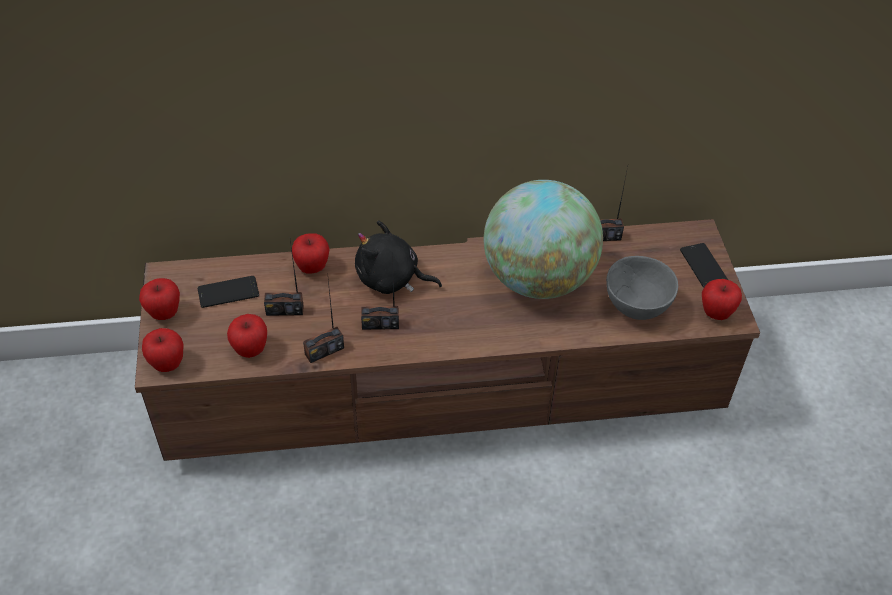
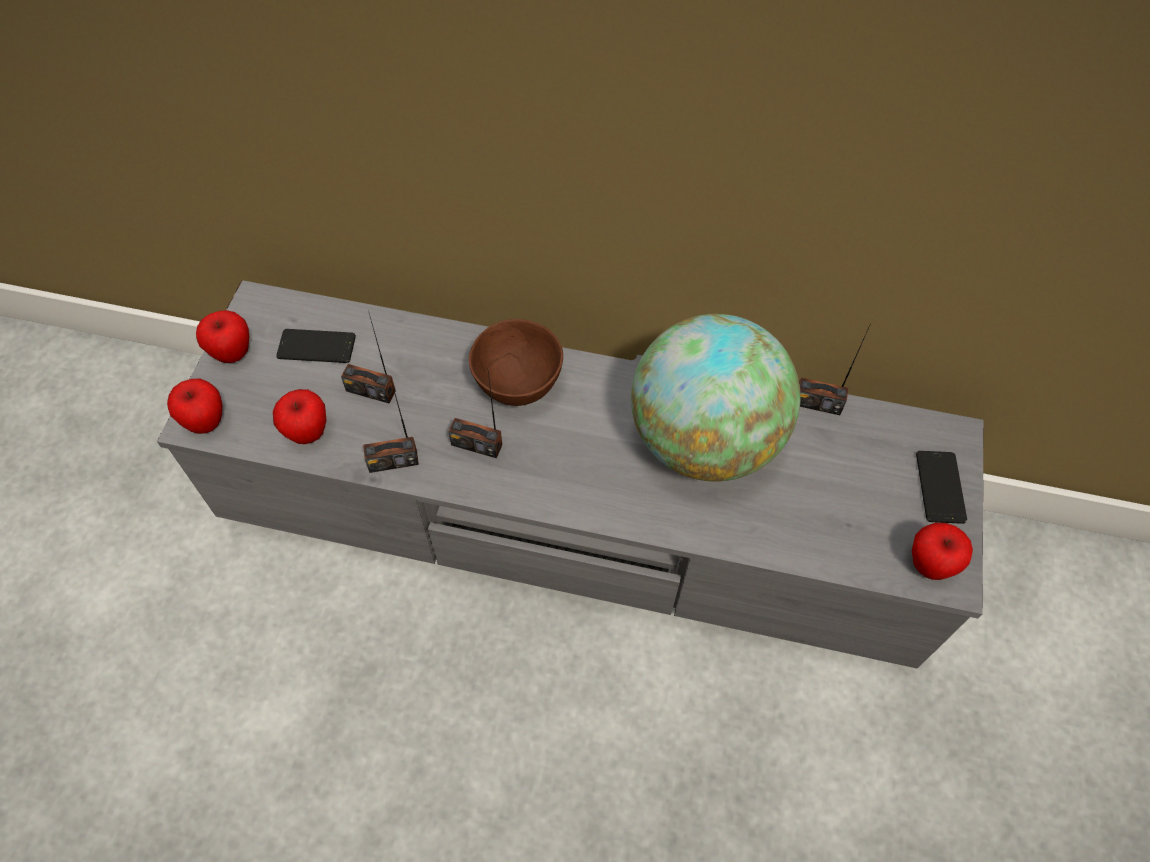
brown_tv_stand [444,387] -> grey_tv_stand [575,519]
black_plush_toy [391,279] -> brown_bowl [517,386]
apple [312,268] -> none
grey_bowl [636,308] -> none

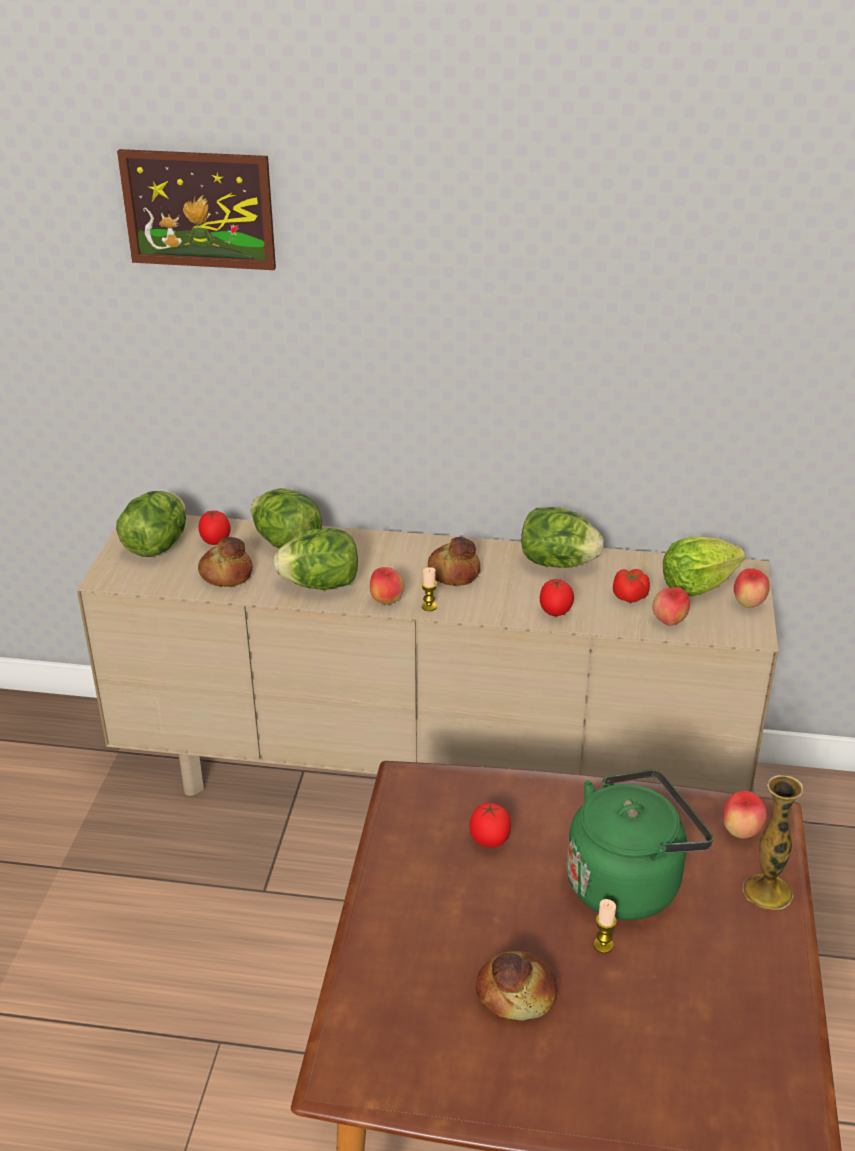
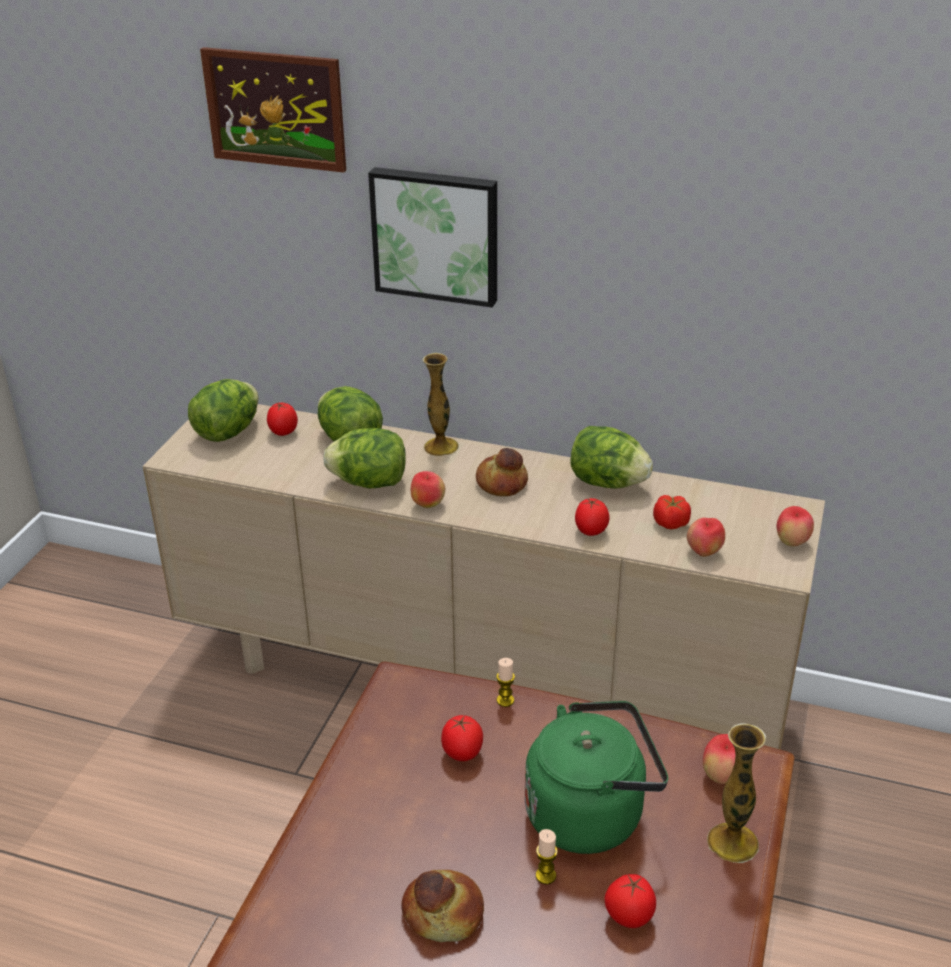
lettuce [697,585] -> none
bread [225,574] -> none
candle [429,606] -> candle [505,700], move
none -> picture [436,235]
none -> vase [441,447]
none -> tomato [628,916]

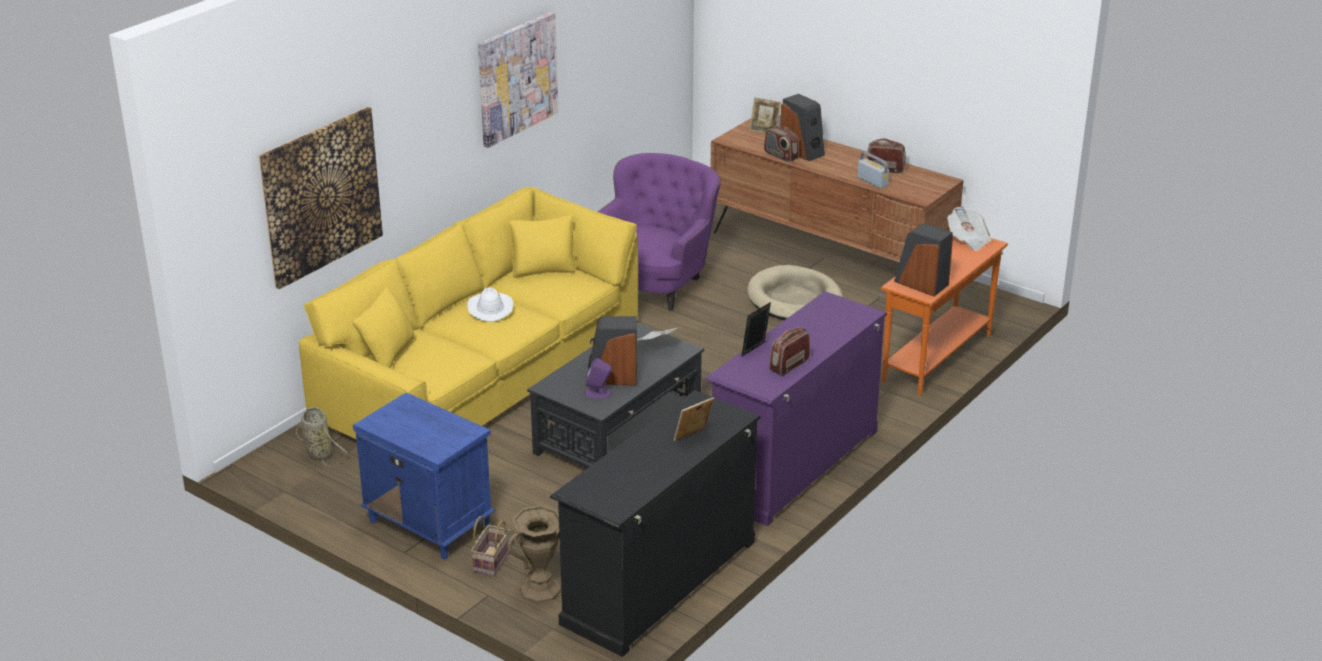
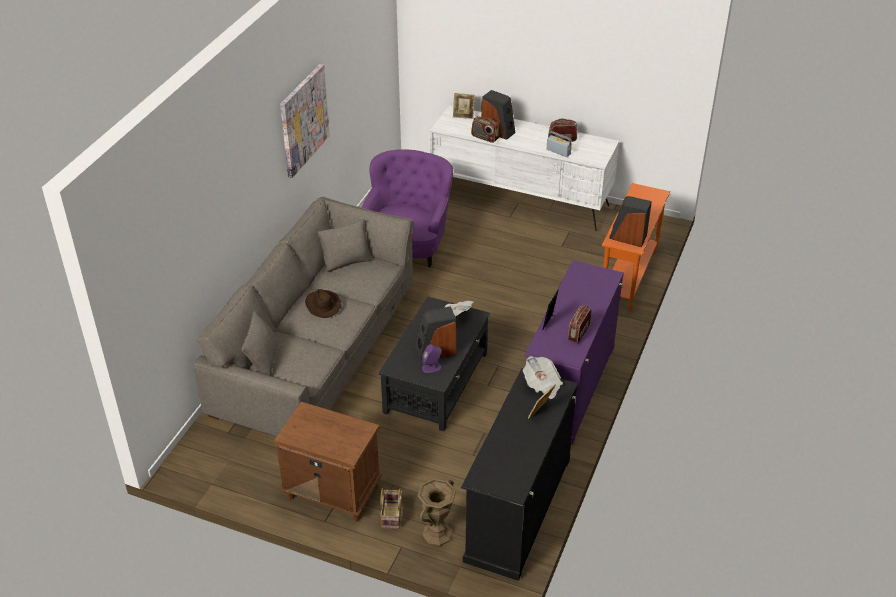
picture [321,196] -> none
brown_tv_stand [830,254] -> white_tv_stand [521,199]
yellow_sofa [483,374] -> grey_sofa [317,348]
newspaper [968,240] -> newspaper [542,385], move
beige_dog_bed [795,300] -> none
white_hat [490,308] -> brown_hat [322,305]
blue_nightstand [428,524] -> brown_nightstand [331,492]
basket [318,452] -> none

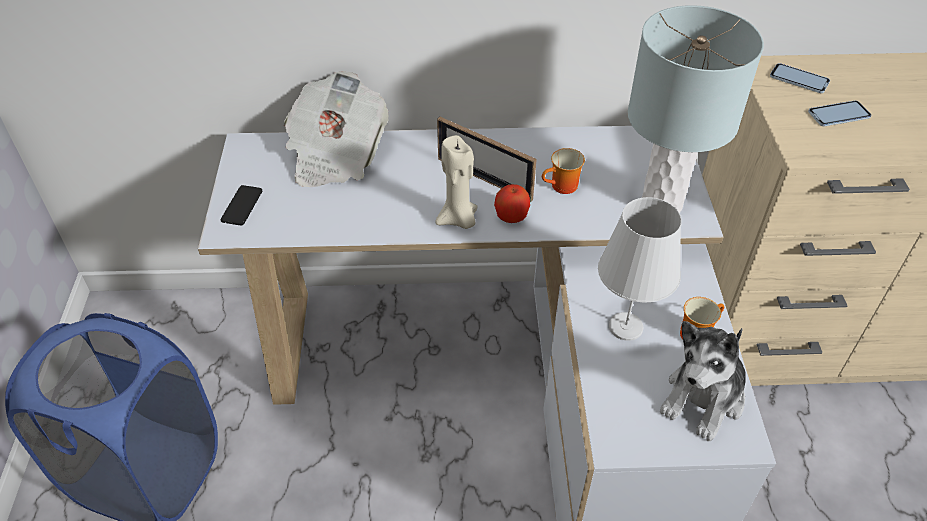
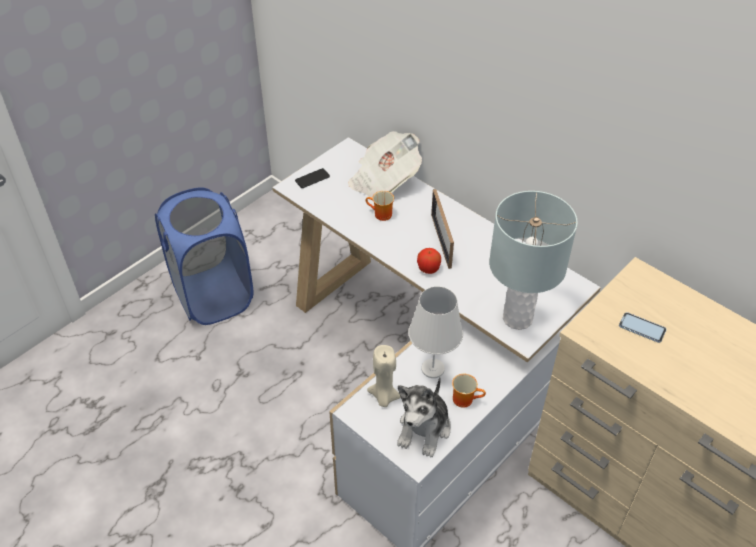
phone [799,79] -> none
beige_candle [458,220] -> beige_candle [384,397], move
mug [562,187] -> mug [380,215], move
plush_toy [703,398] -> plush_toy [424,429], 60 degrees counterclockwise

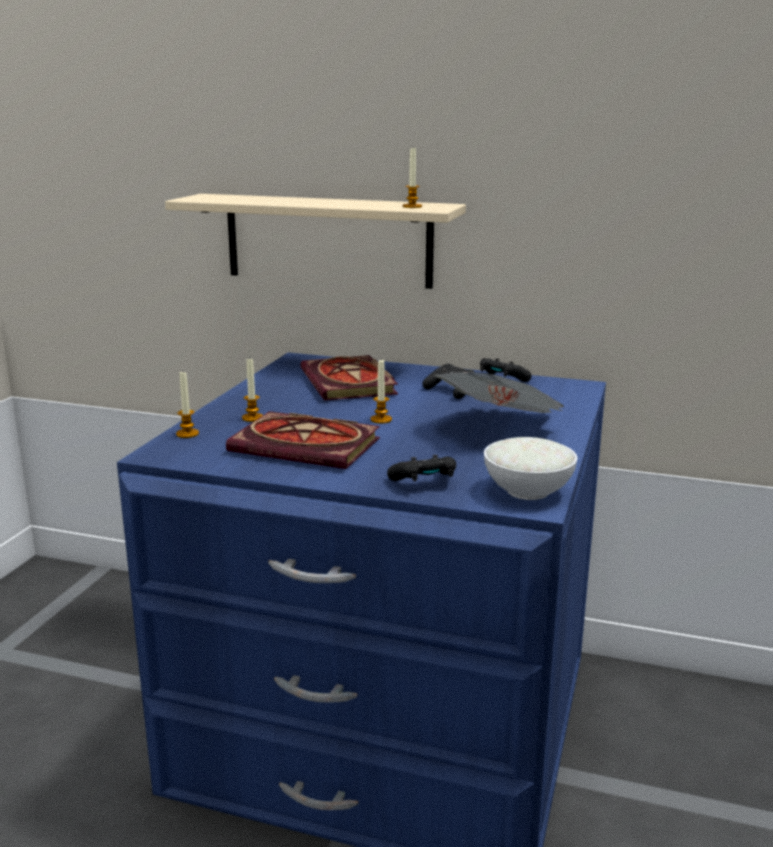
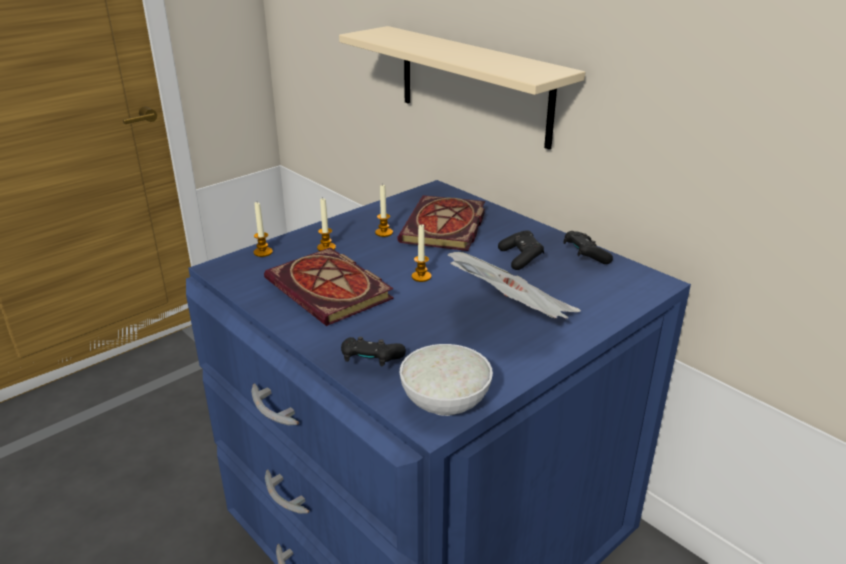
candle [412,206] -> candle [384,233], move

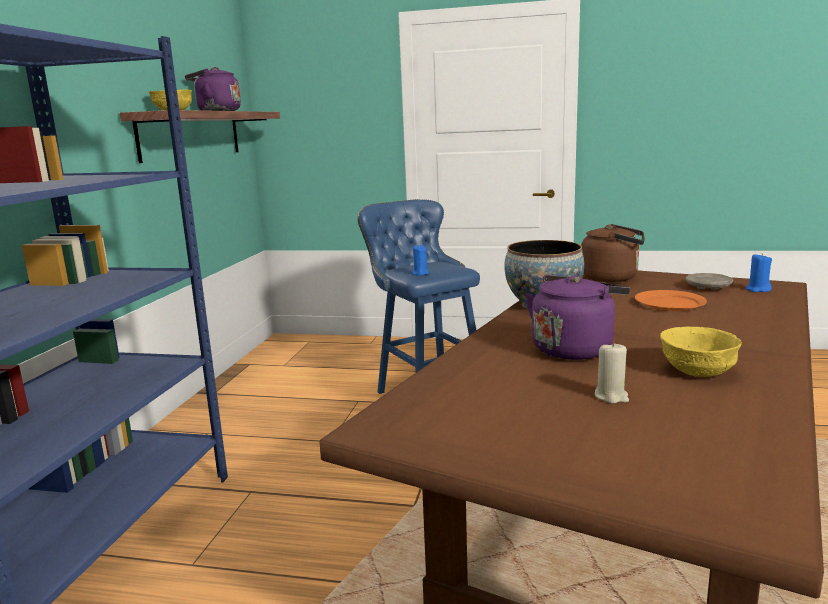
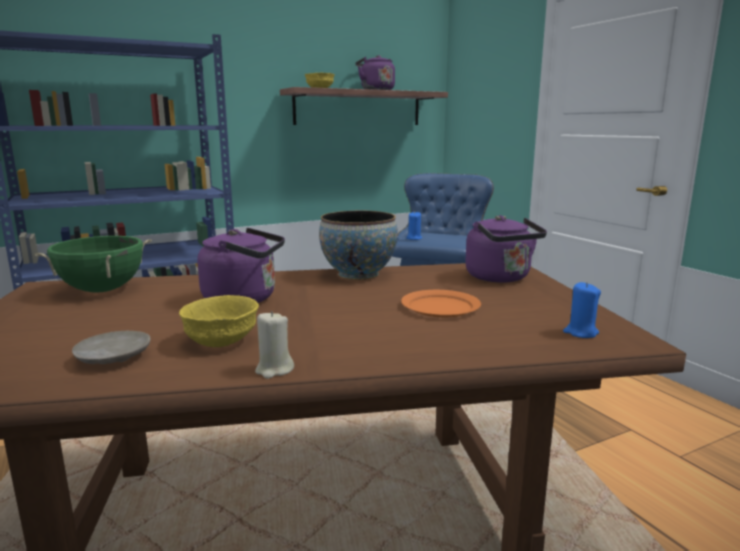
brown_kettle [613,278] -> purple_kettle [500,278]
beige_plate [708,287] -> beige_plate [113,358], move
beige_candle [611,396] -> beige_candle [274,370], move
none -> green_cooking_pot [102,290]

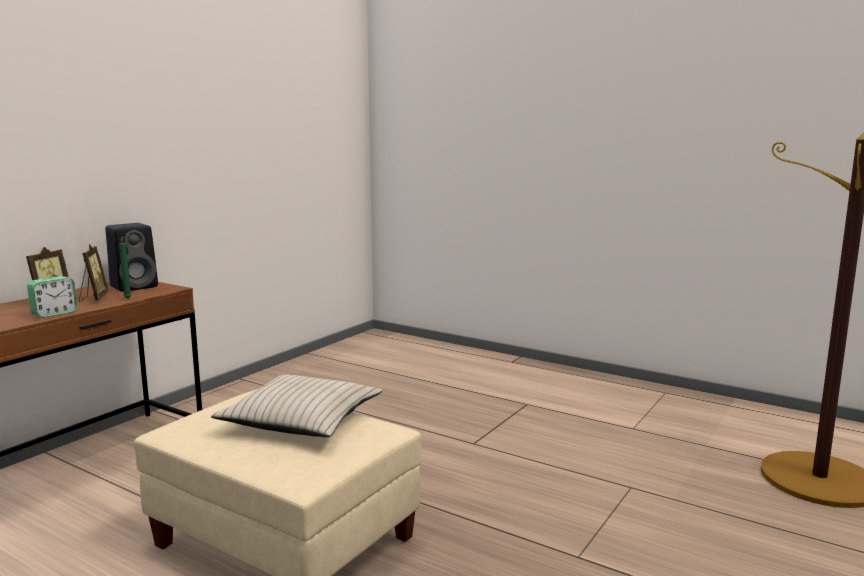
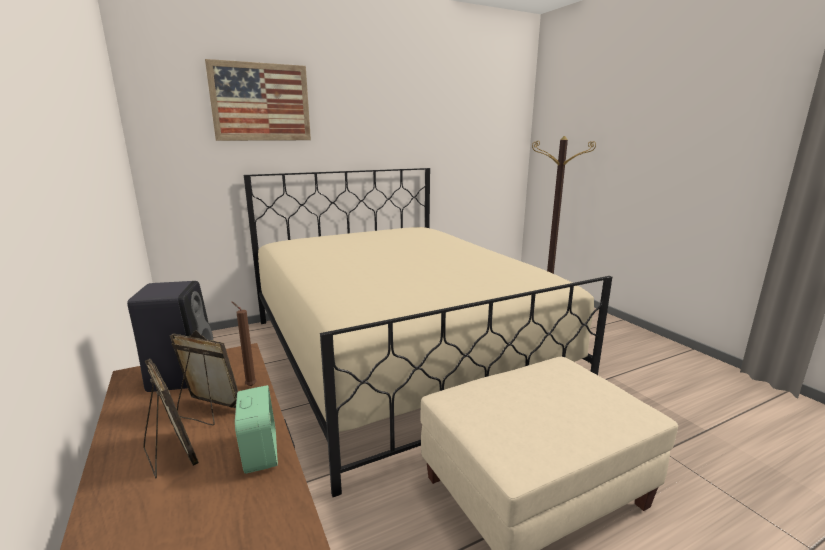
green_candle [128,298] -> brown_candle [249,385]
beige_pillow [301,420] -> none
none -> picture [261,102]
none -> beige_bed [398,355]

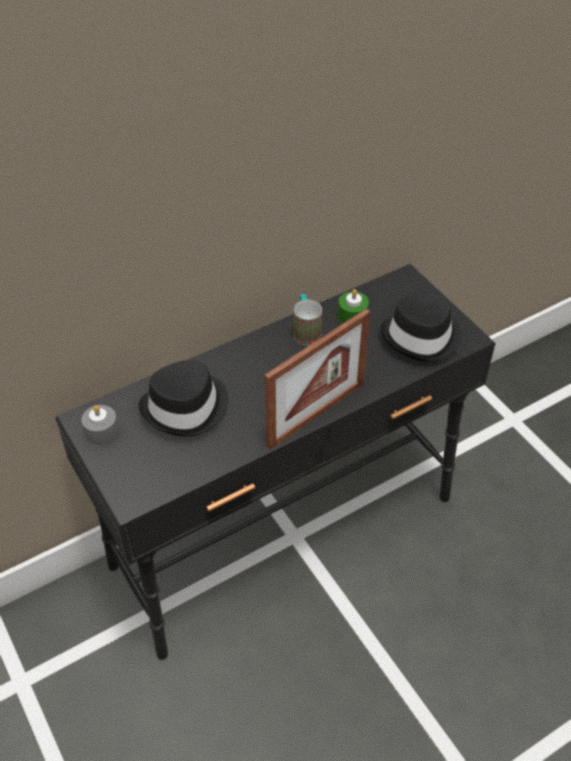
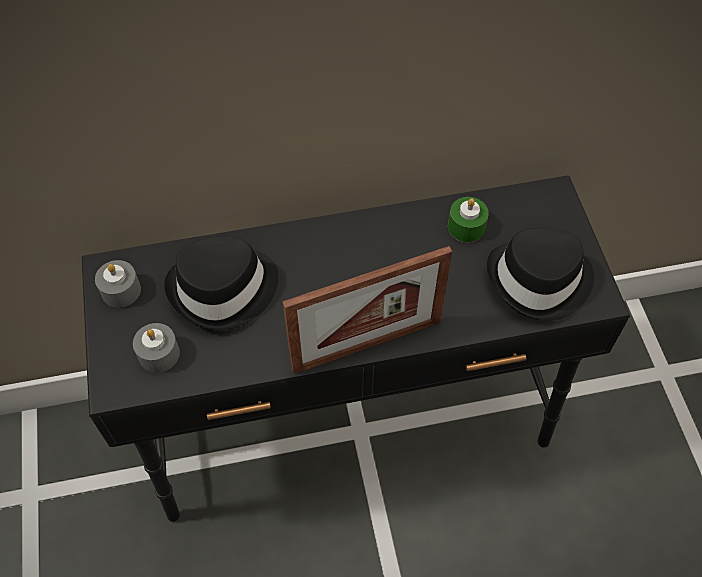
mug [306,331] -> none
none -> grey_candle [159,354]

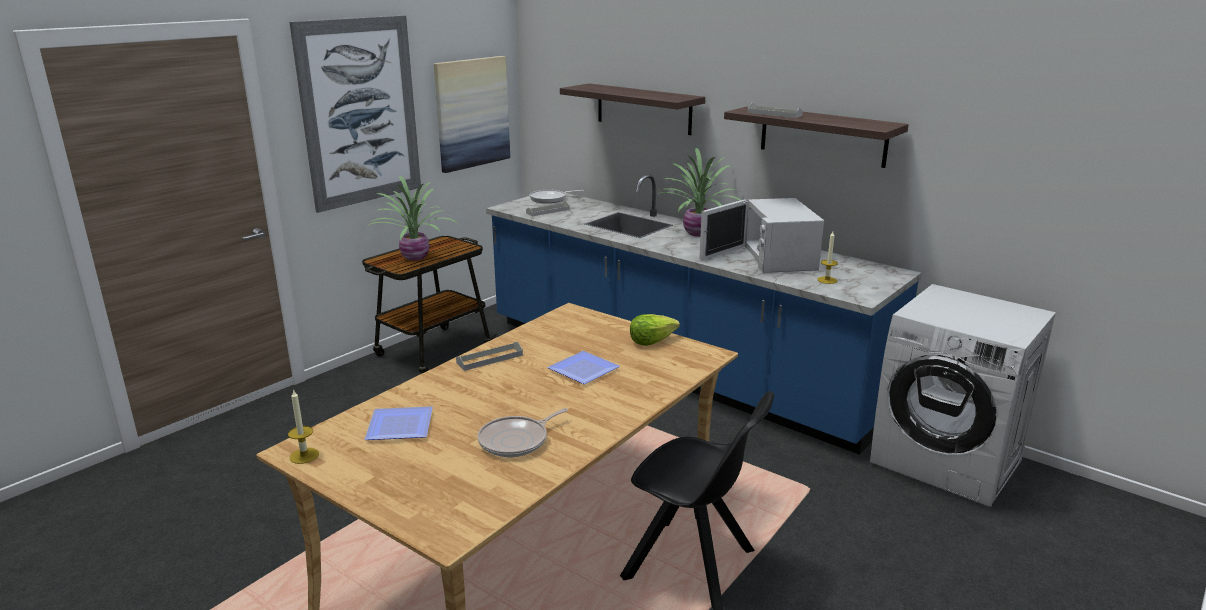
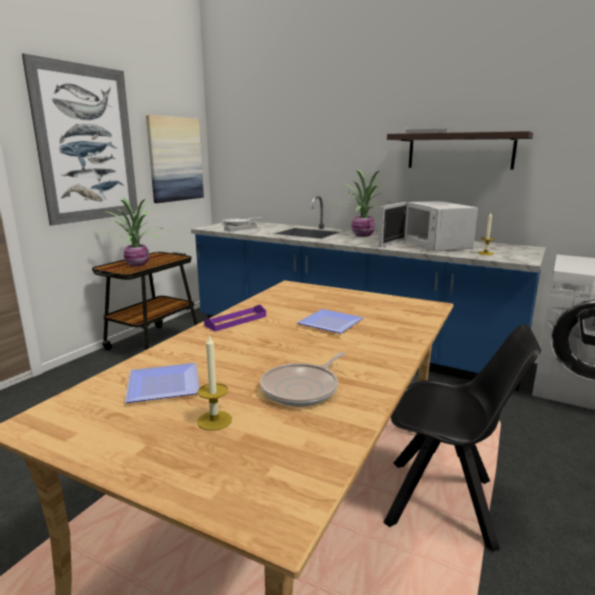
shelf [643,108] -> none
lettuce [651,341] -> none
grey_tray [489,359] -> purple_tray [236,321]
candle [304,455] -> candle [214,420], move

